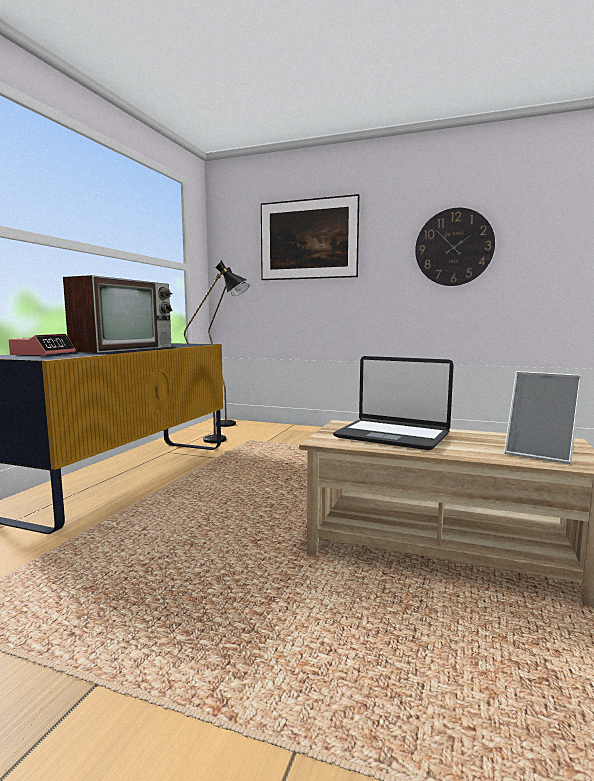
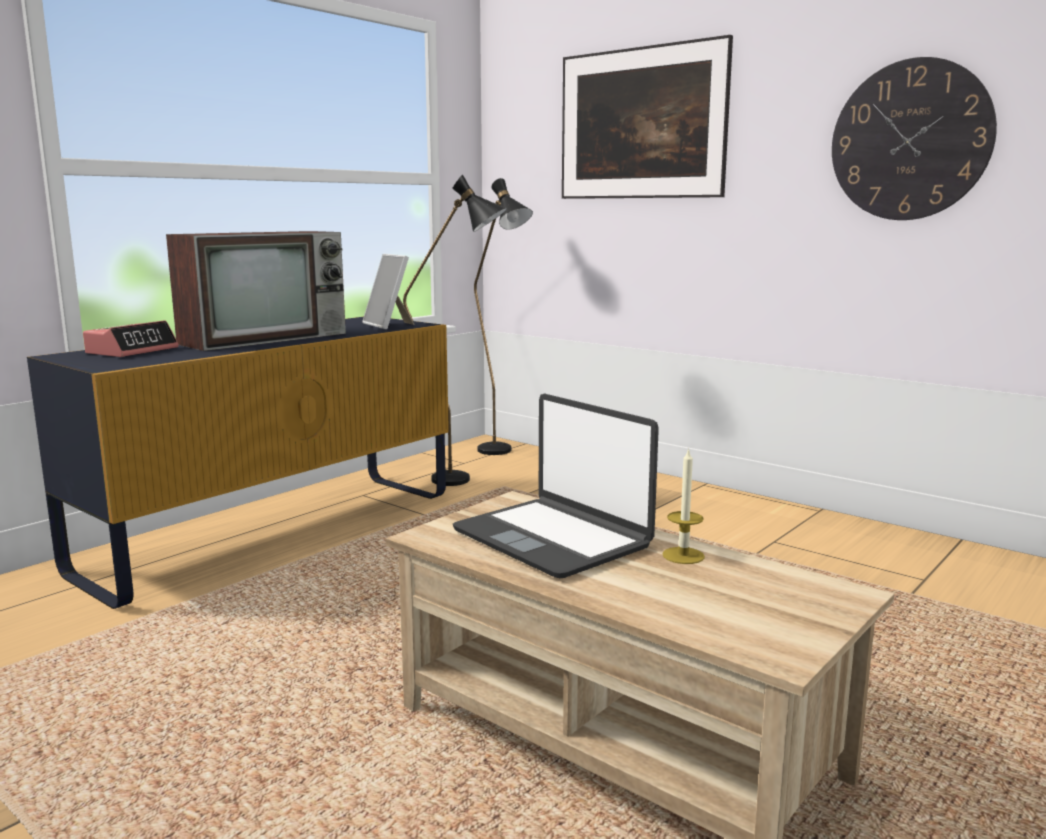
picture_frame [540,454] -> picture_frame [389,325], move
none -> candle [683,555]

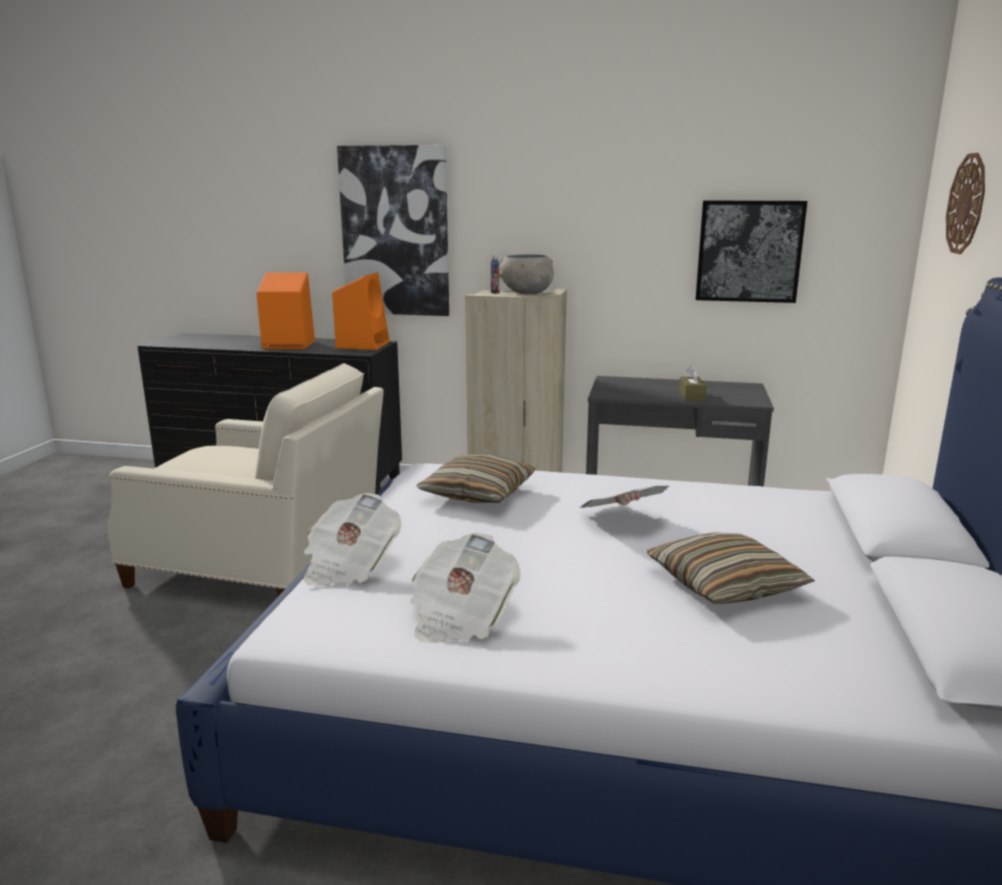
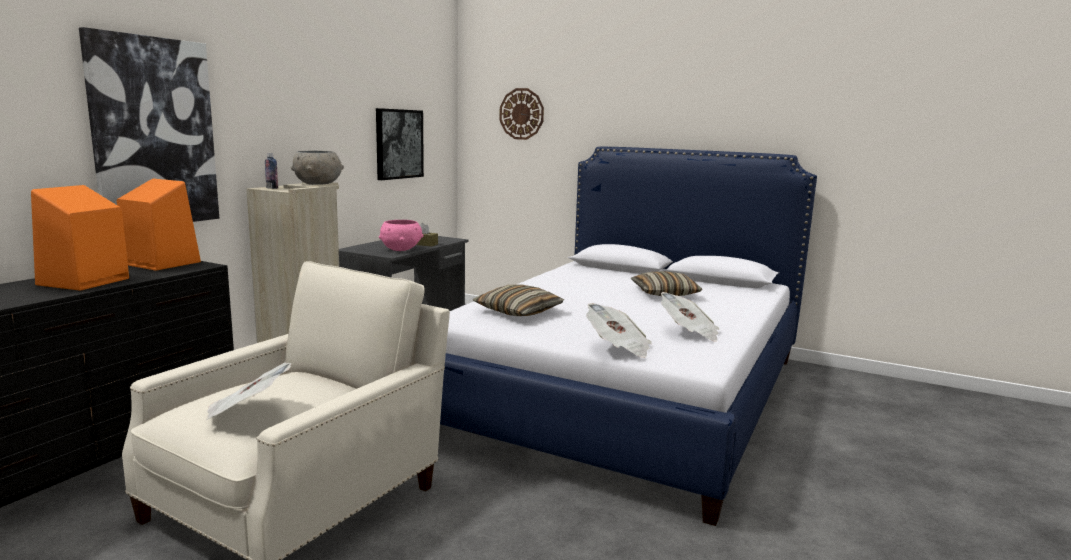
newspaper [621,519] -> newspaper [247,412], move
none -> pink_bowl [401,249]

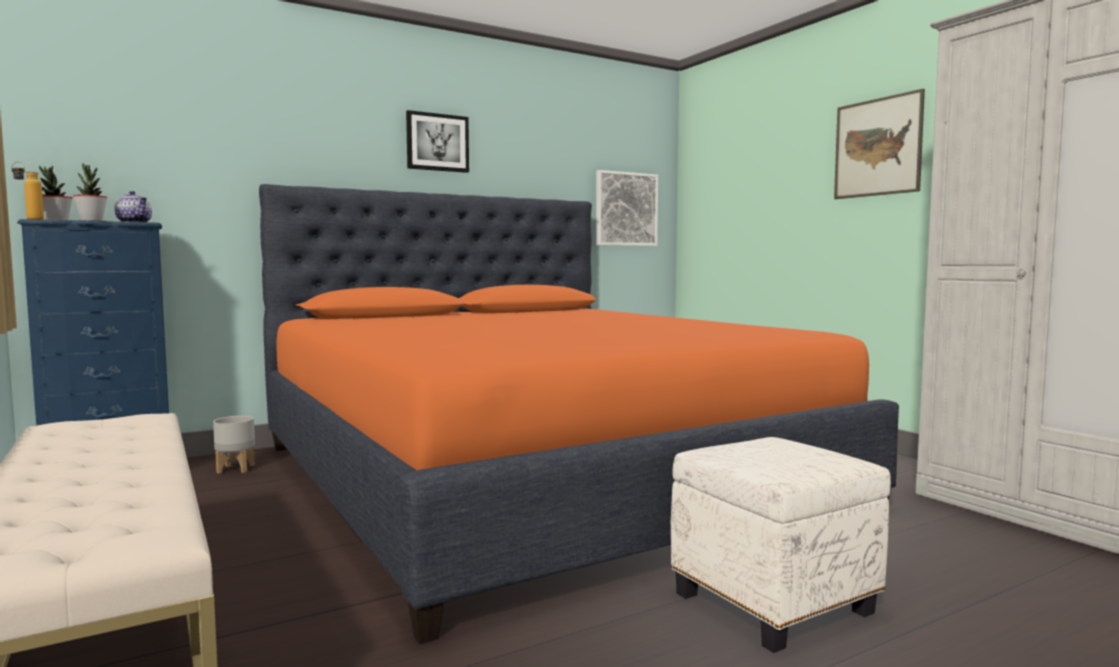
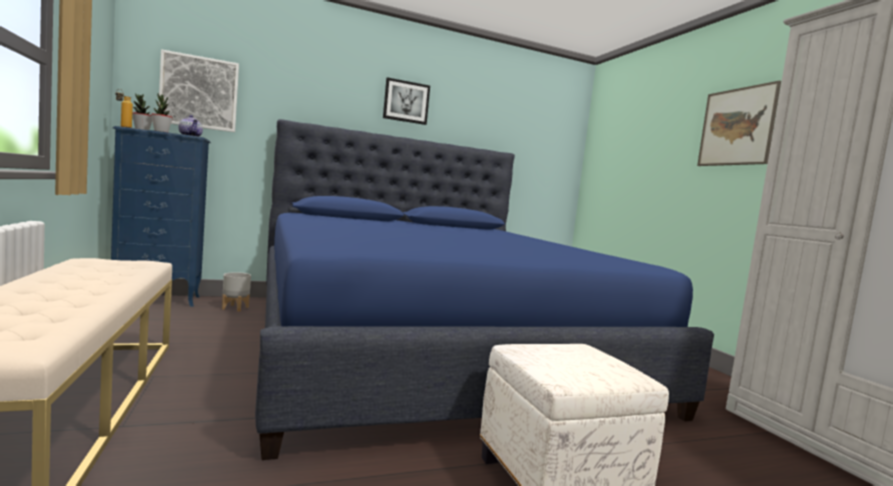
picture [626,209] -> picture [199,92], move
orange_bed [535,475] -> blue_bed [429,344]

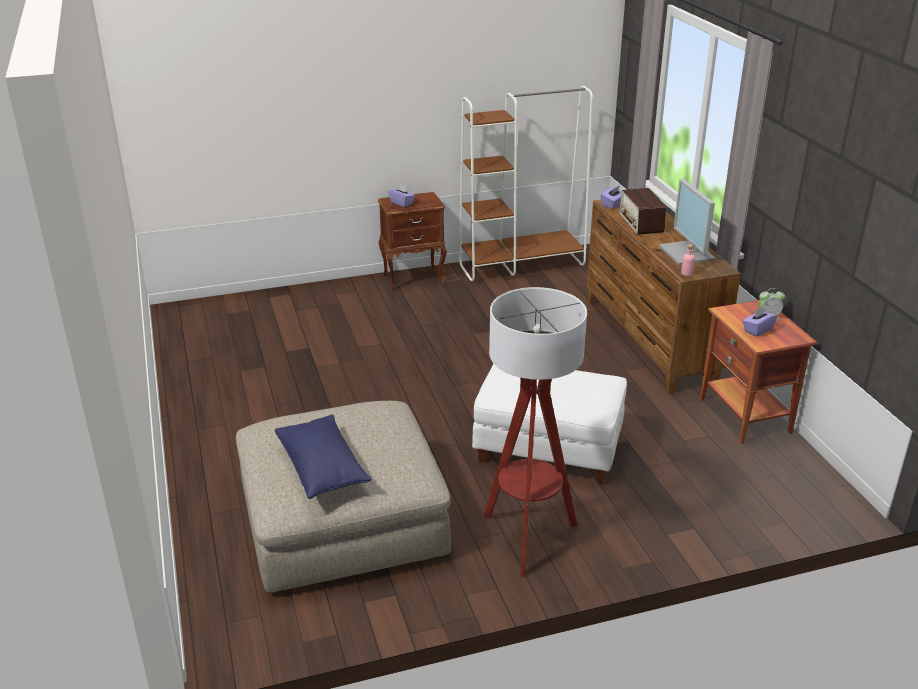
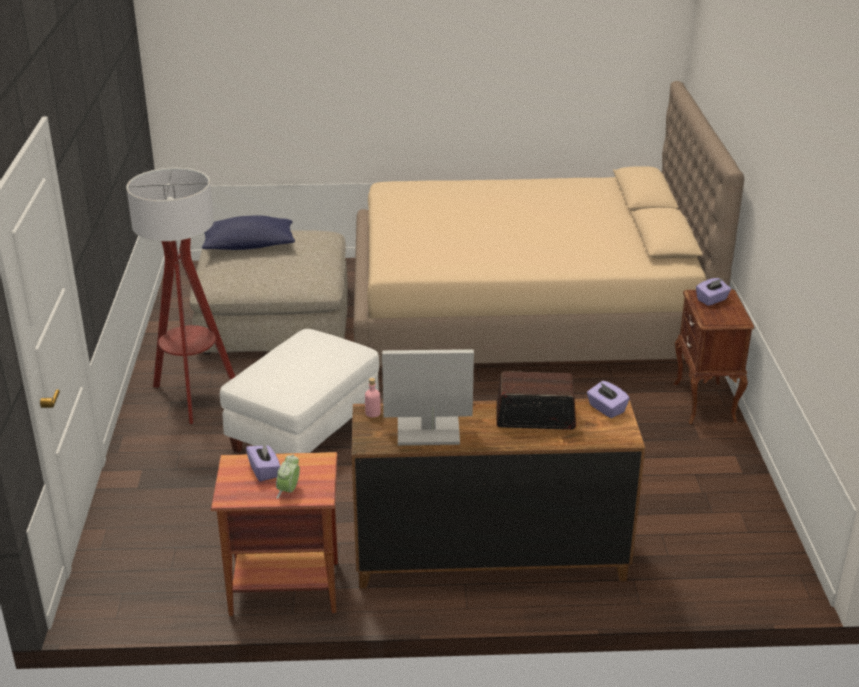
brown_clothes_rack [522,266] -> none
none -> beige_bed [525,315]

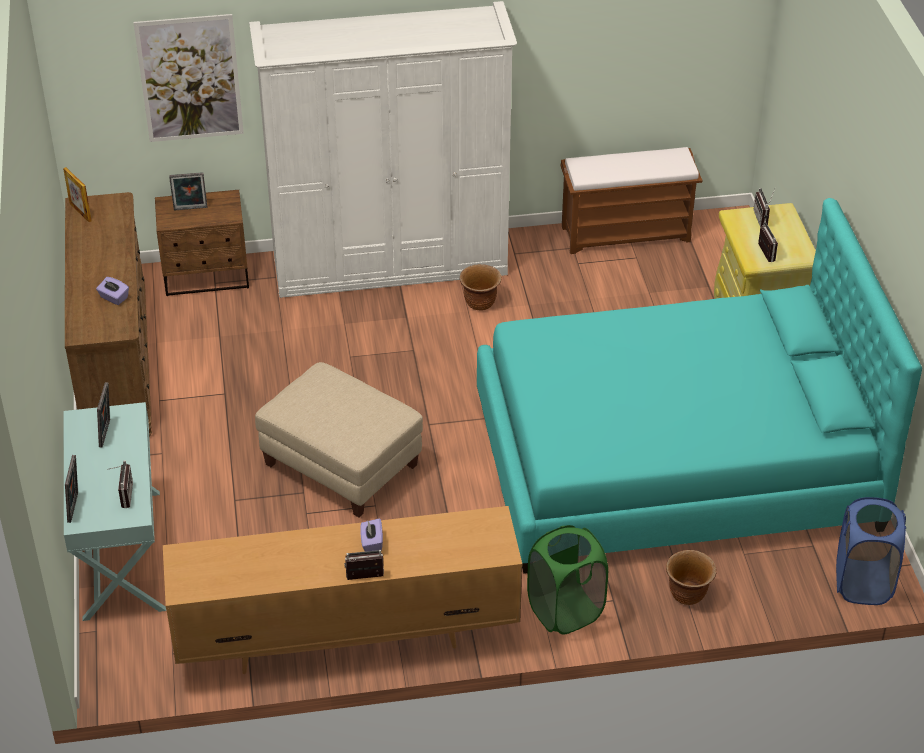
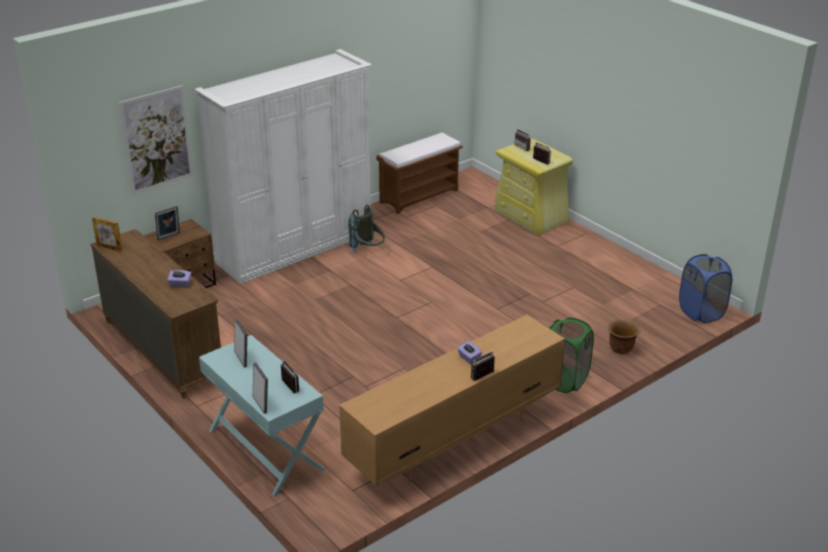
turquoise_bed [675,462] -> none
brown_planter [480,303] -> grey_backpack [368,251]
beige_ottoman [341,465] -> none

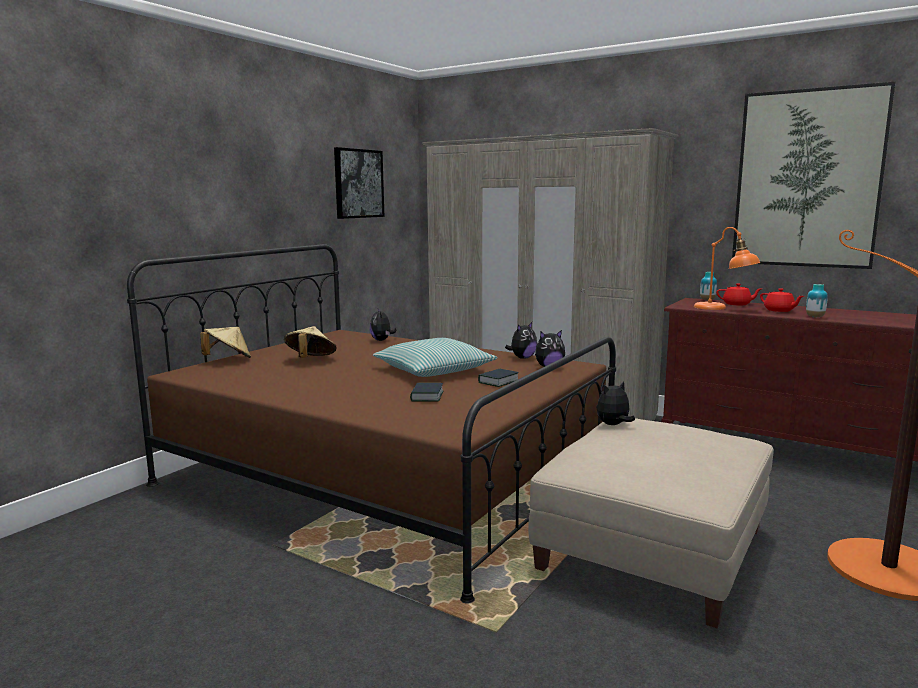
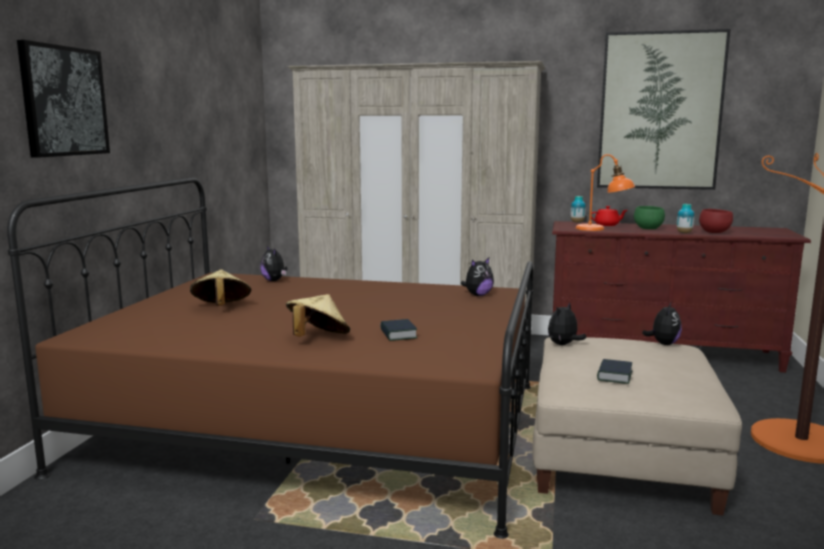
picture [358,183] -> picture [64,101], move
red_teapot [779,310] -> green_bowl [649,229]
plush_toy [522,358] -> plush_toy [663,344], move
beige_hat [228,359] -> beige_hat [318,339], move
pillow [433,370] -> none
book [498,381] -> book [614,376], move
none -> red_bowl [715,232]

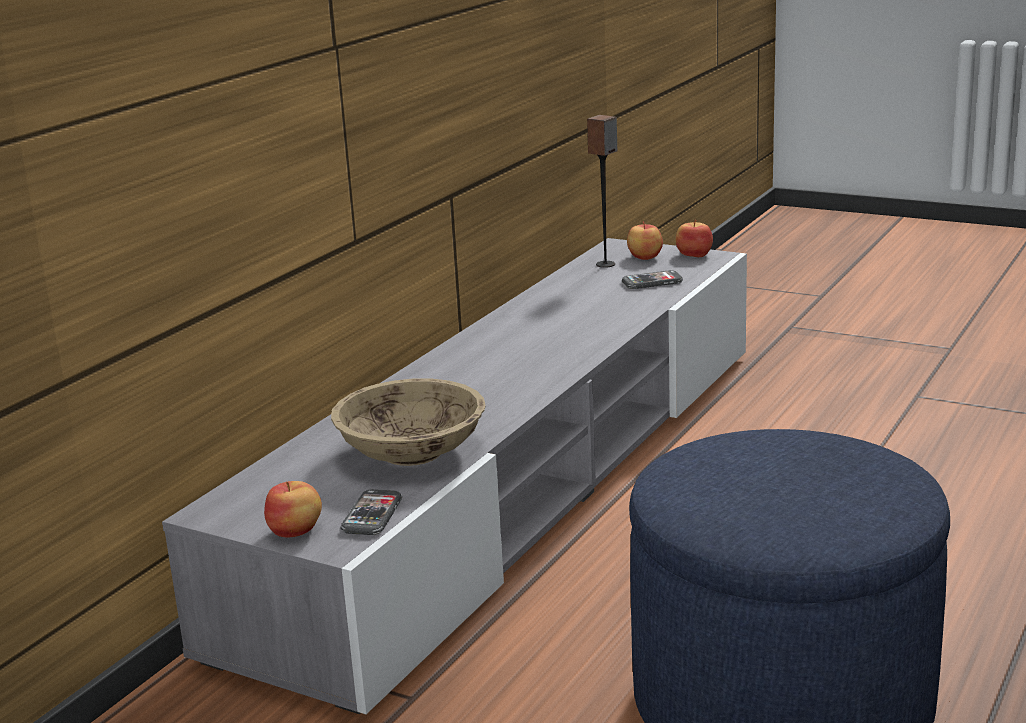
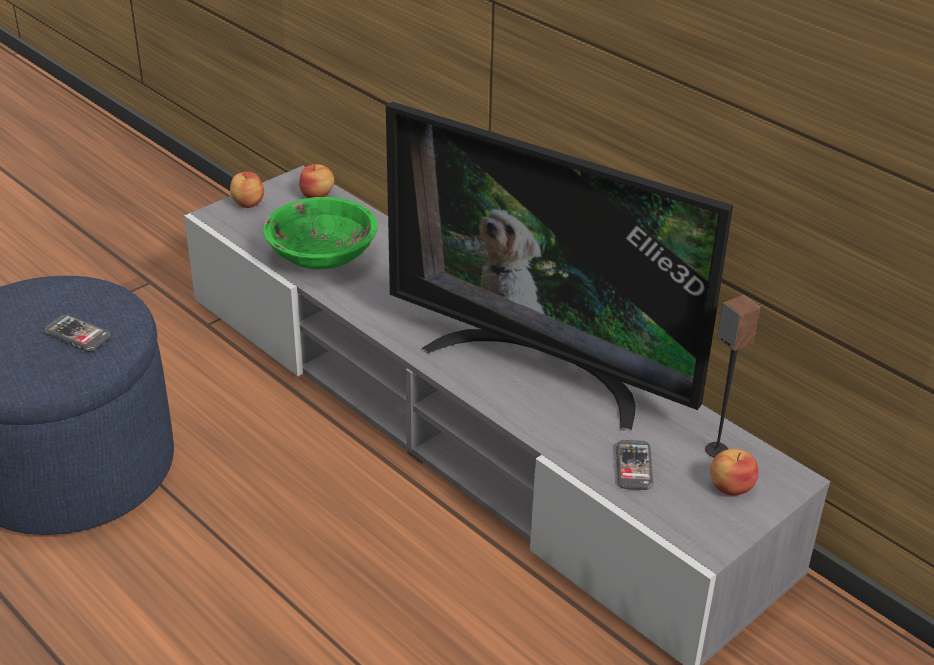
apple [694,254] -> apple [317,195], move
beige_bowl [412,452] -> green_bowl [321,256]
phone [372,515] -> phone [77,335], move
none -> television [543,366]

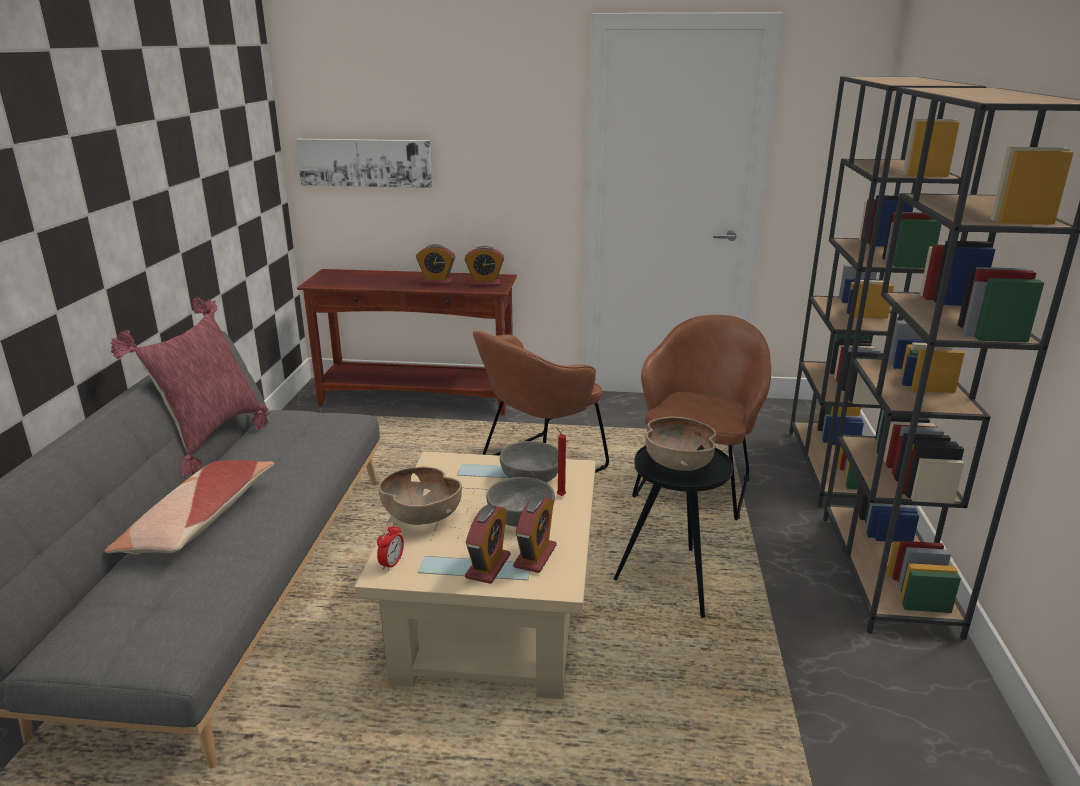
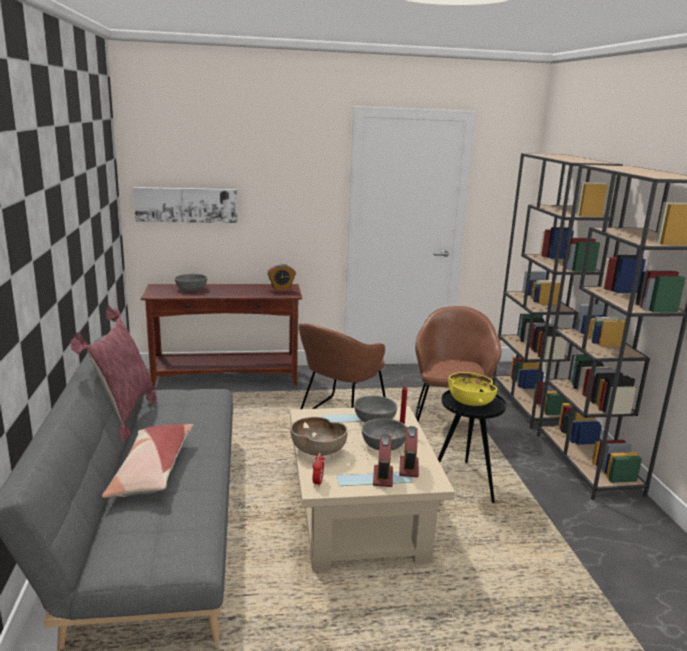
alarm_clock [436,282] -> none
brown_bowl [678,464] -> yellow_bowl [469,402]
none -> grey_bowl [191,289]

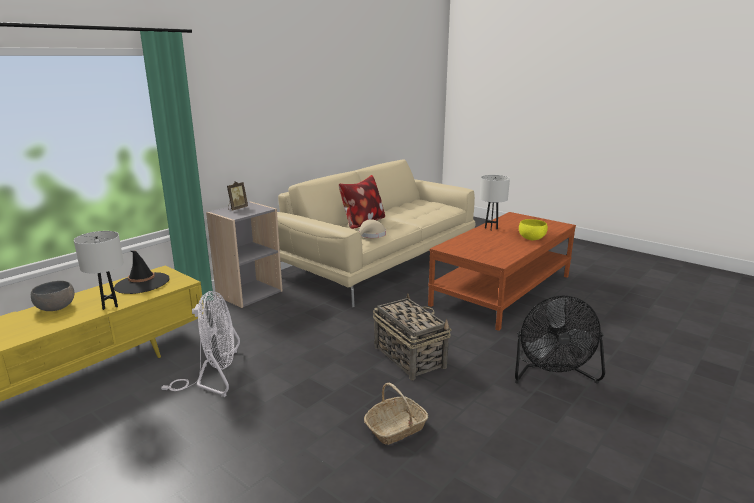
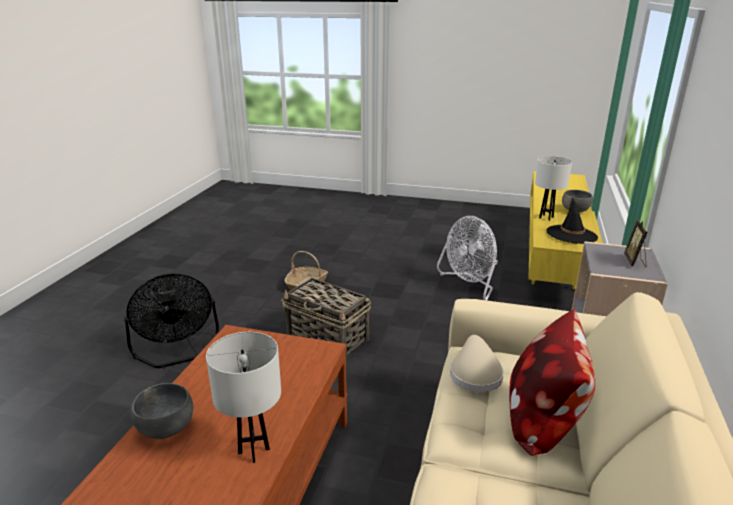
yellow_bowl [531,238] -> grey_bowl [166,427]

